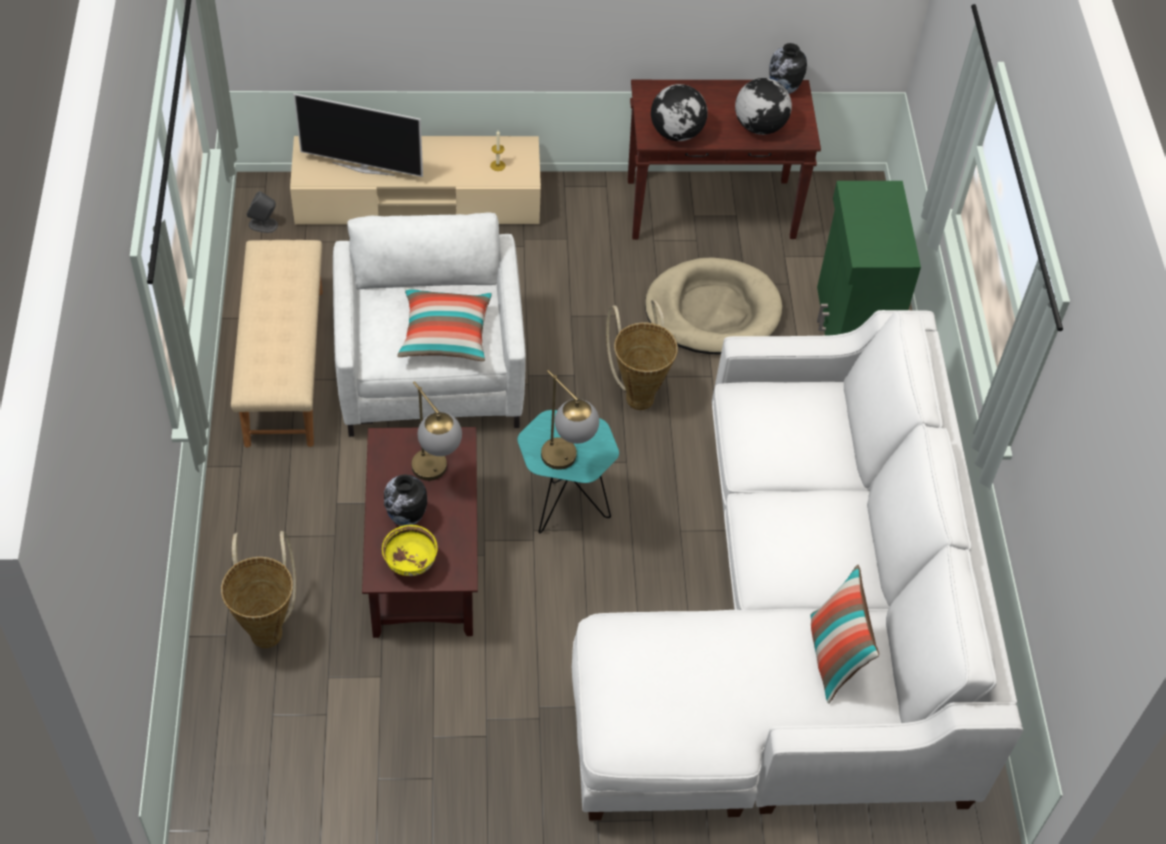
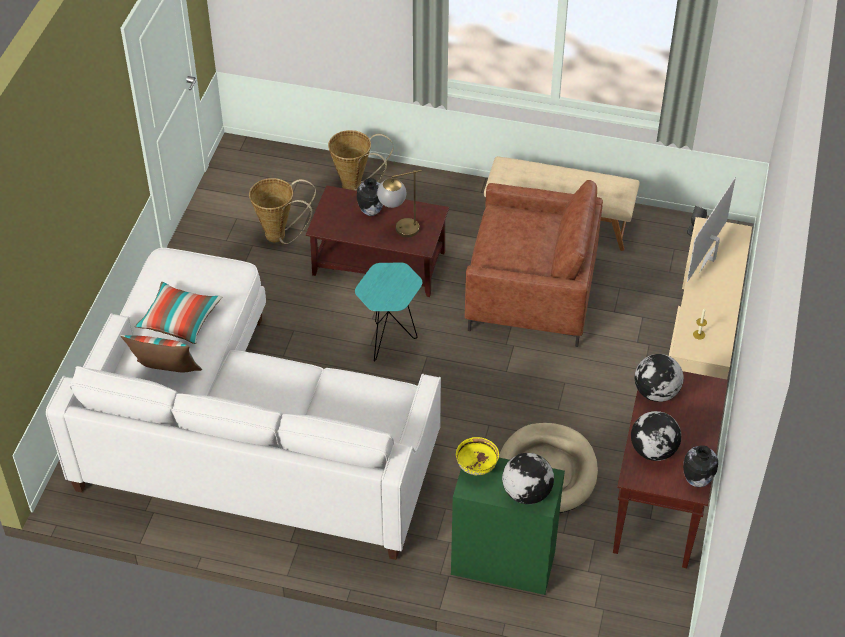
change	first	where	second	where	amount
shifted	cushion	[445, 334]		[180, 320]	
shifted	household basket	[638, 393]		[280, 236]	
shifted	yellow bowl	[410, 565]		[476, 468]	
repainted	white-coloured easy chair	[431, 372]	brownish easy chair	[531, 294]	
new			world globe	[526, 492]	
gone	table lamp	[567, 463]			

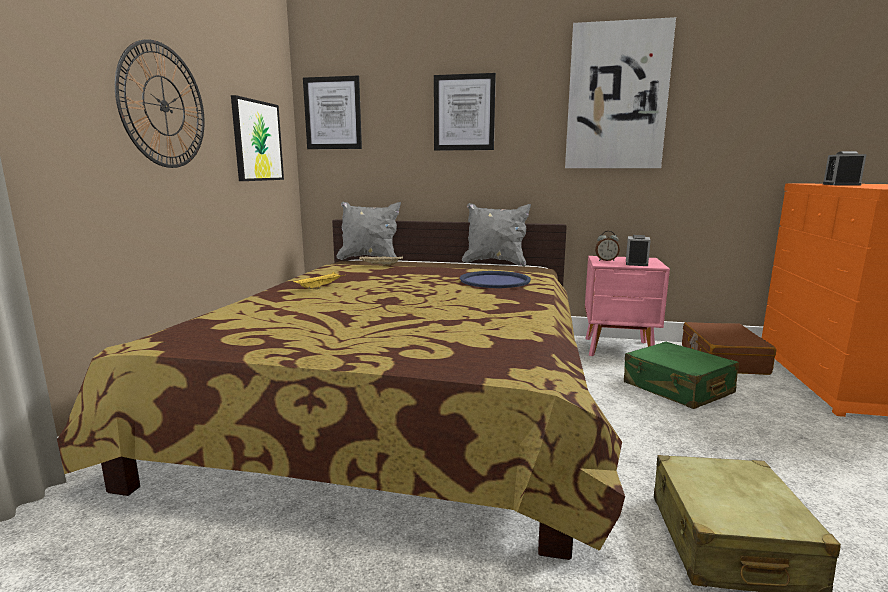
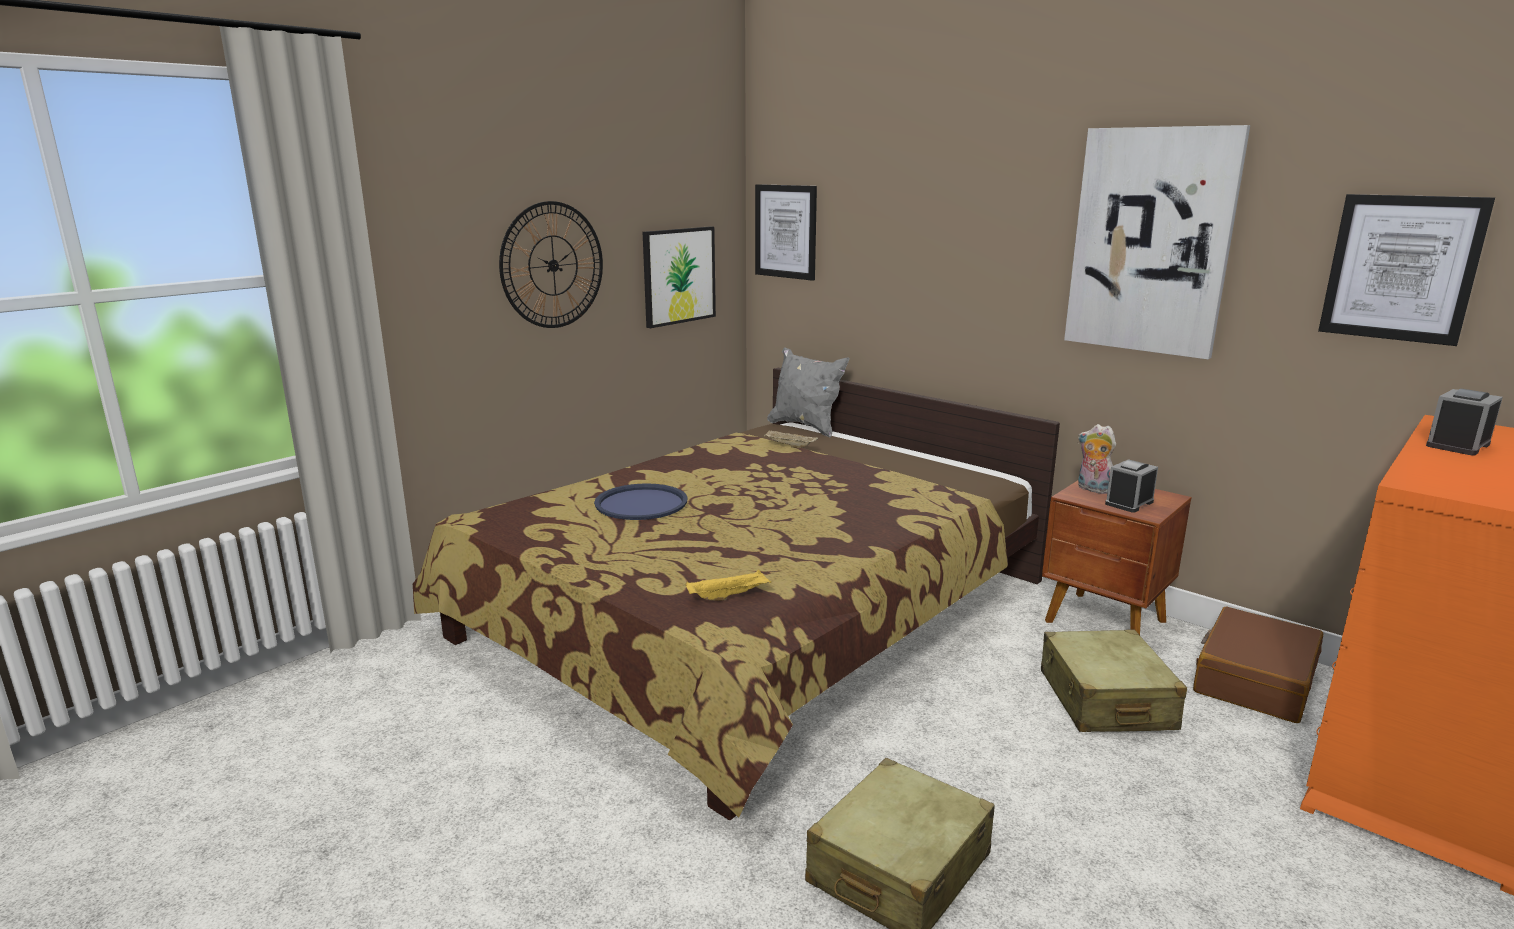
change	first	where	second	where	amount
shifted	blue-coloured tray	[494, 281]		[641, 503]	
shifted	yellow tray	[320, 287]		[729, 596]	
repainted	green-coloured travel case	[677, 388]	beige-coloured travel case	[1105, 700]	
repainted	pink night table	[619, 349]	brownish night table	[1106, 622]	
swapped	bedside clock	[606, 260]	soft toy	[1092, 489]	
shifted	picture	[464, 113]		[1401, 268]	
gone	greyish cushion	[495, 262]			

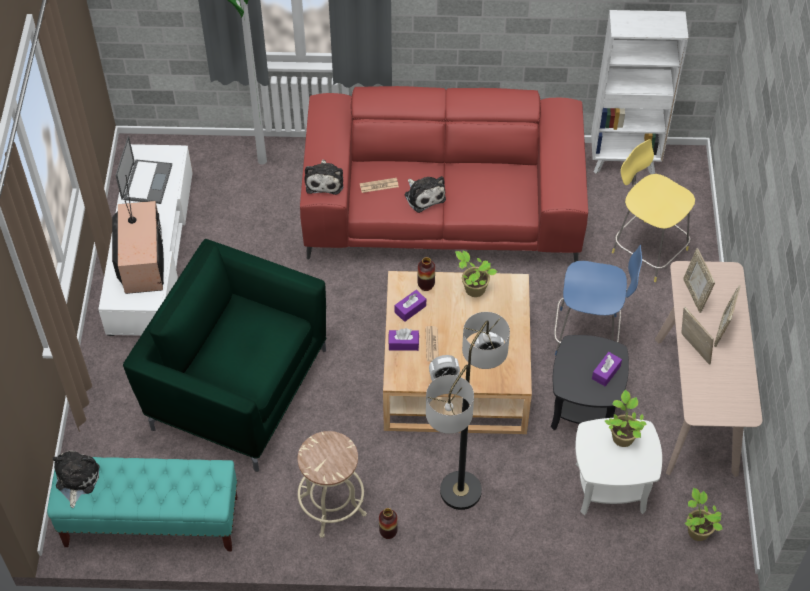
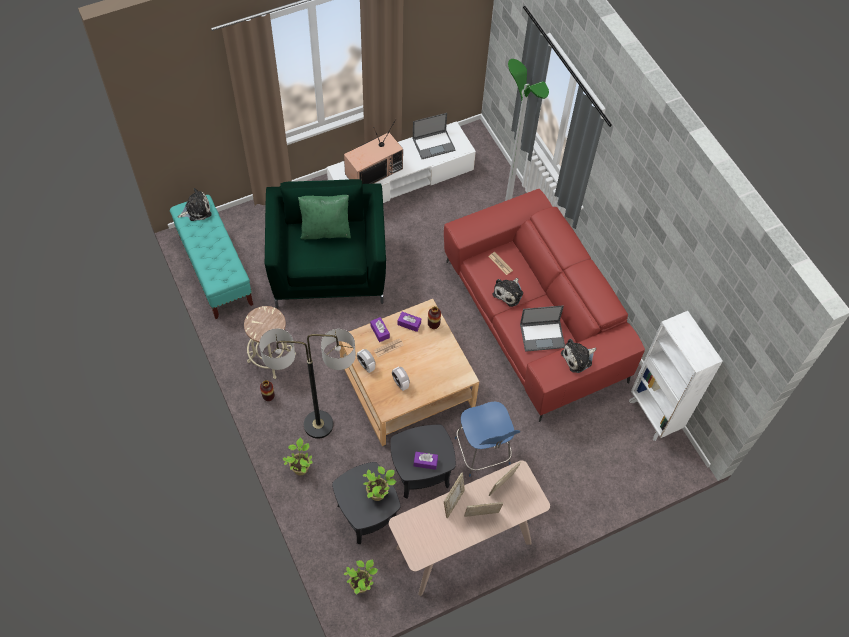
change	first	where	second	where	amount
shifted	houseplant	[473, 289]		[300, 467]	
new			green-coloured cushion	[325, 230]	
repainted	white-coloured end table	[610, 487]	black-coloured end table	[367, 514]	
new			laptop	[543, 335]	
shifted	soft toy	[324, 181]		[578, 358]	
gone	yellow stool	[647, 249]			

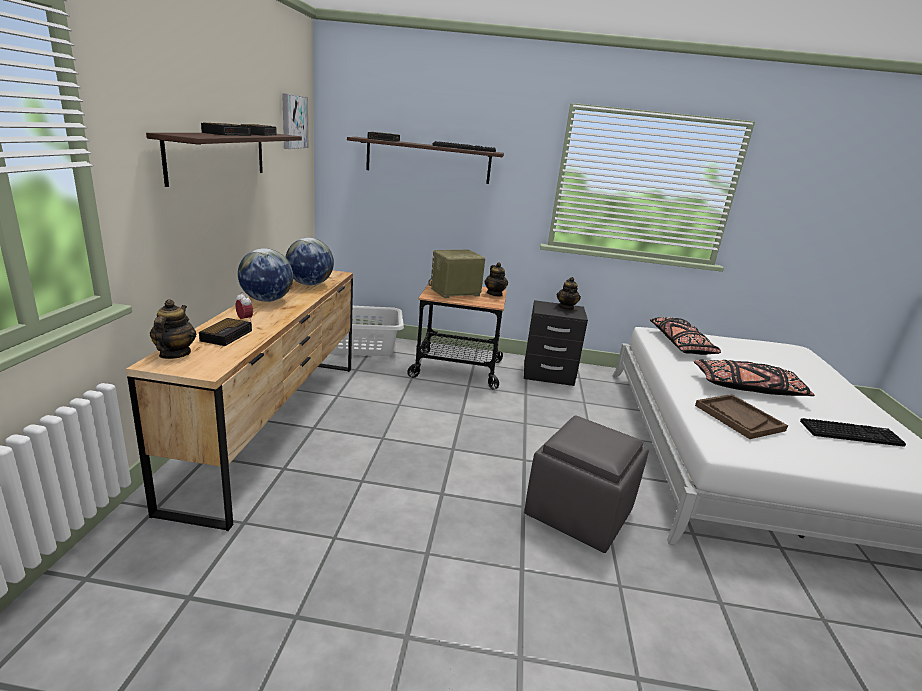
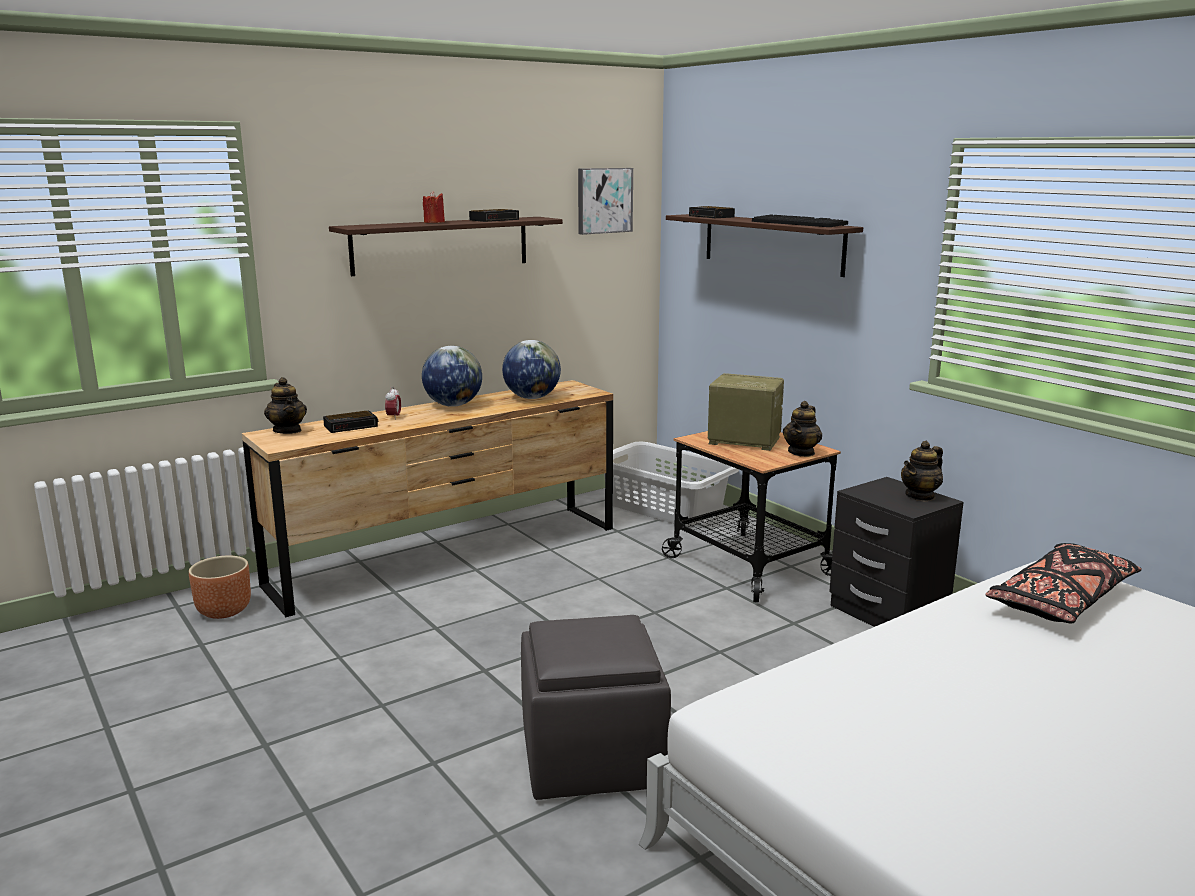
change	first	where	second	where	amount
new			brownish planter	[224, 611]	
rotated	teapot	[174, 354]		[288, 430]	105 degrees clockwise
swapped	bedside clock	[227, 134]	red-coloured wax light	[434, 222]	
gone	black-coloured cushion	[747, 388]			
gone	brownish tray	[738, 418]			
gone	keyboard	[850, 433]			

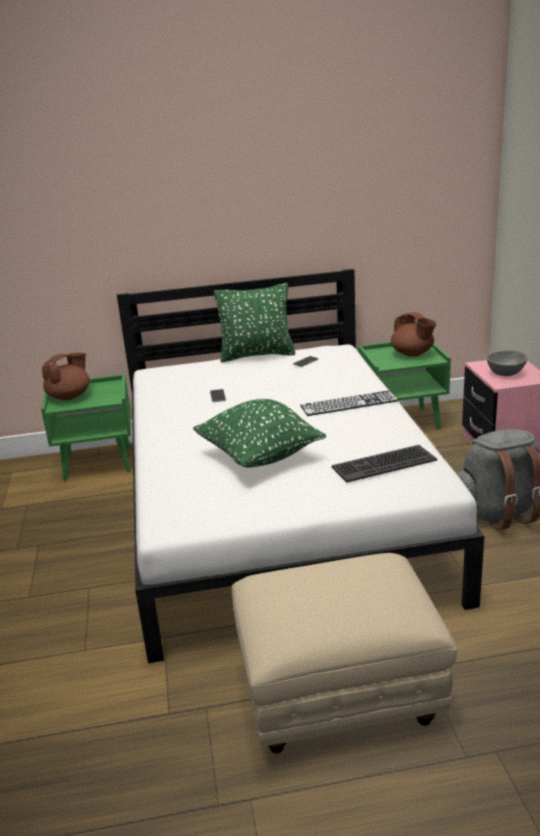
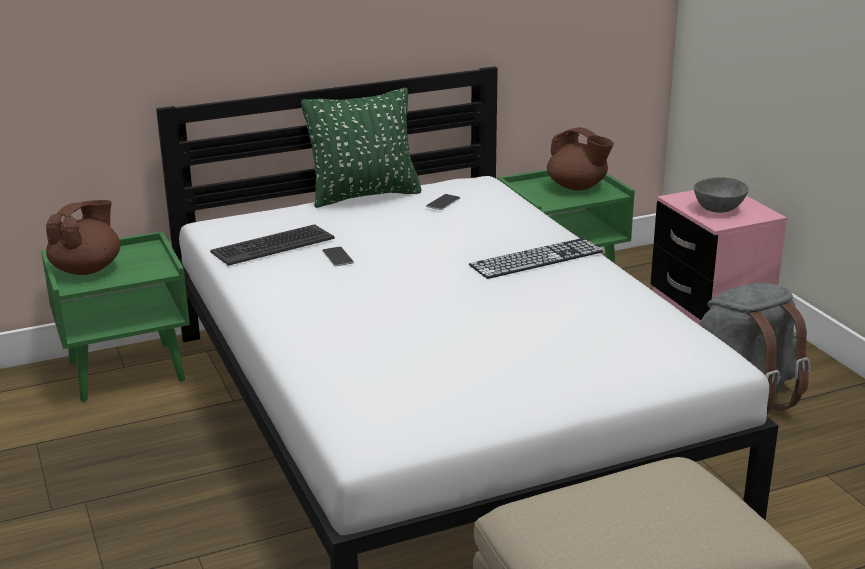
change	first	where	second	where	amount
shifted	keyboard	[383, 464]		[272, 245]	
gone	green-coloured cushion	[260, 456]			

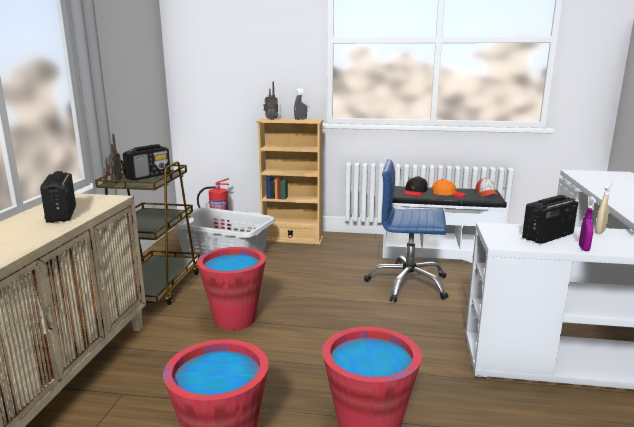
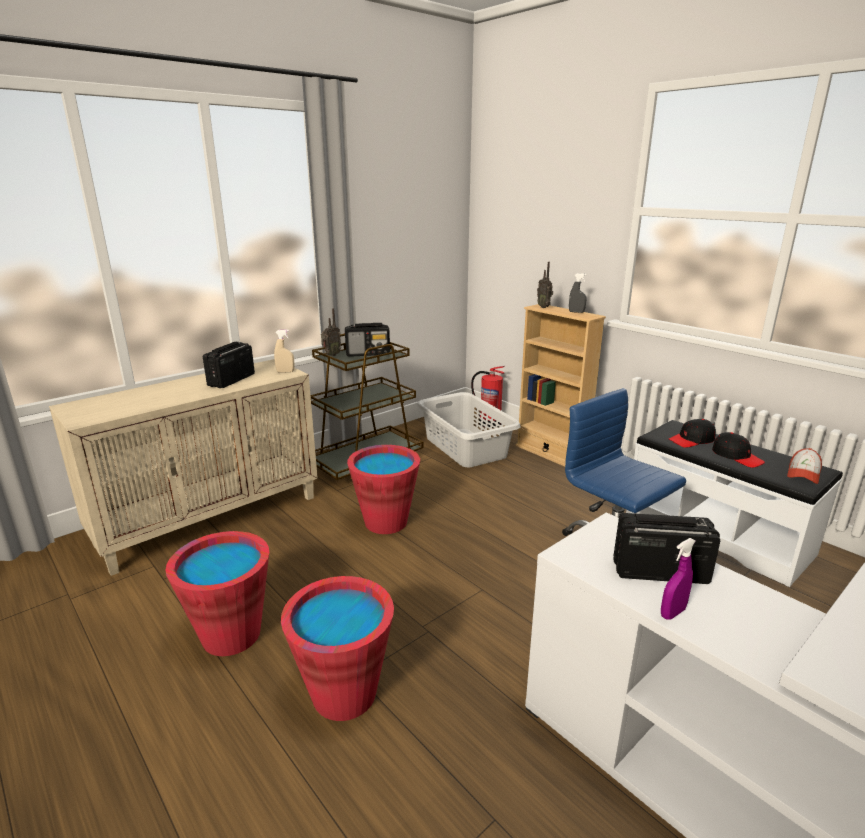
change	first	where	second	where	amount
shifted	beige-coloured spray bottle	[600, 231]		[285, 372]	
repainted	orangey cap	[447, 194]	black-coloured cap	[736, 456]	

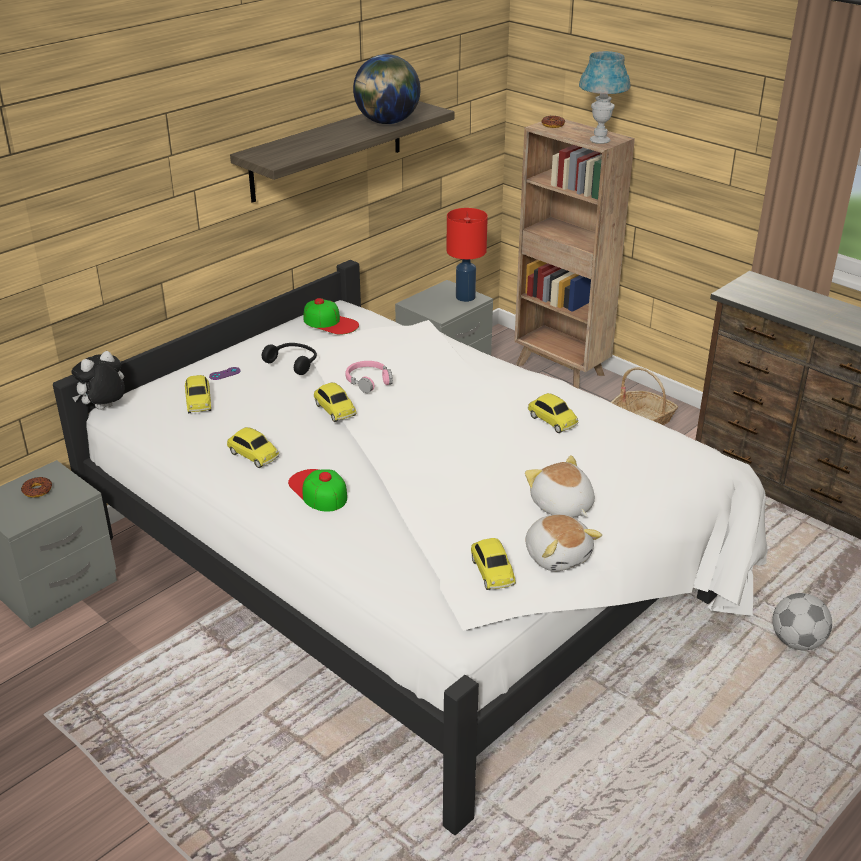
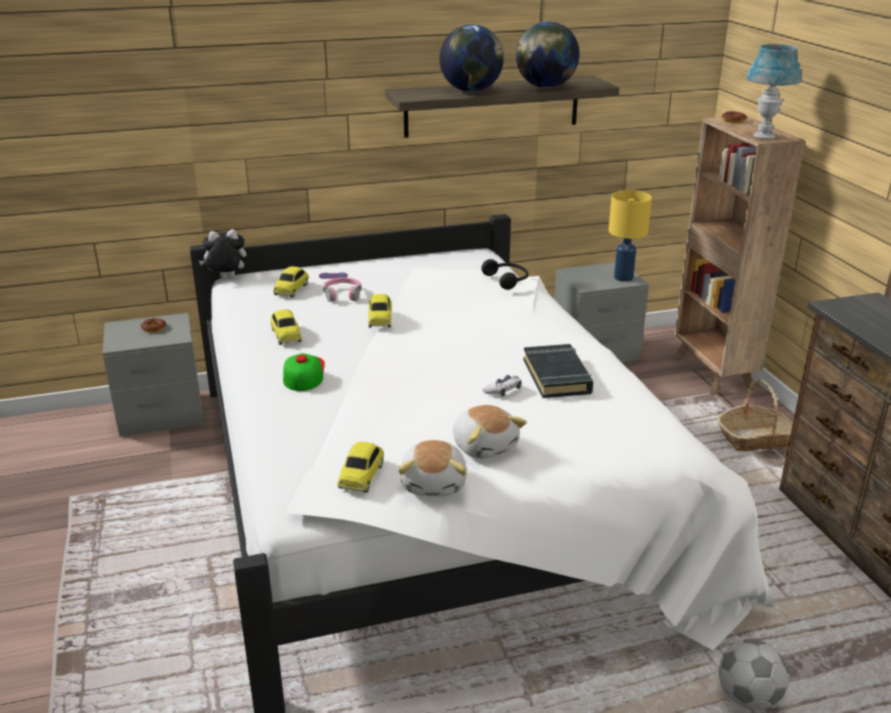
change	first	where	second	where	amount
shifted	pink headset	[368, 381]		[342, 294]	
new			world globe	[471, 91]	
rotated	soft toy	[561, 506]		[485, 446]	150 degrees clockwise
shifted	black-coloured headset	[293, 363]		[507, 280]	
new			joypad	[503, 390]	
swapped	model car	[552, 420]	black-coloured book	[557, 376]	
repainted	red-coloured table lamp	[466, 297]	yellow table lamp	[623, 278]	
gone	cap	[330, 322]			

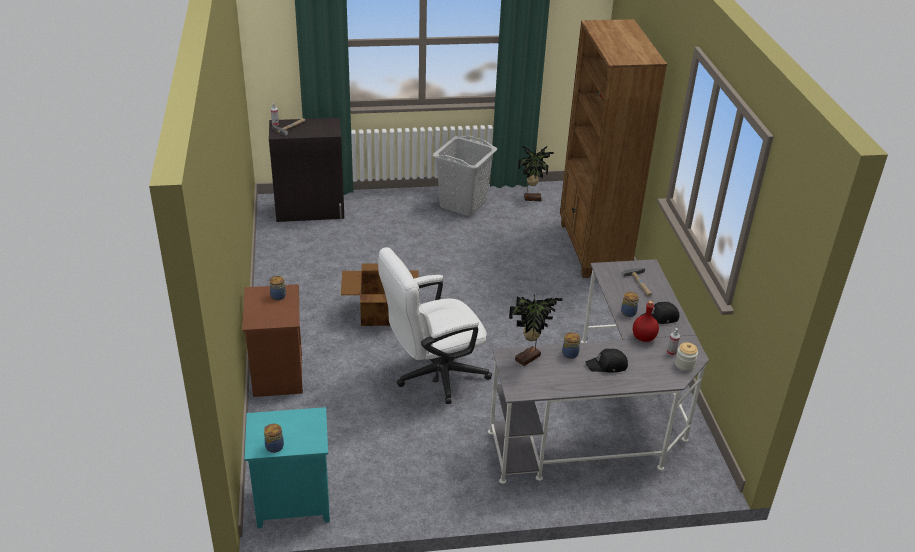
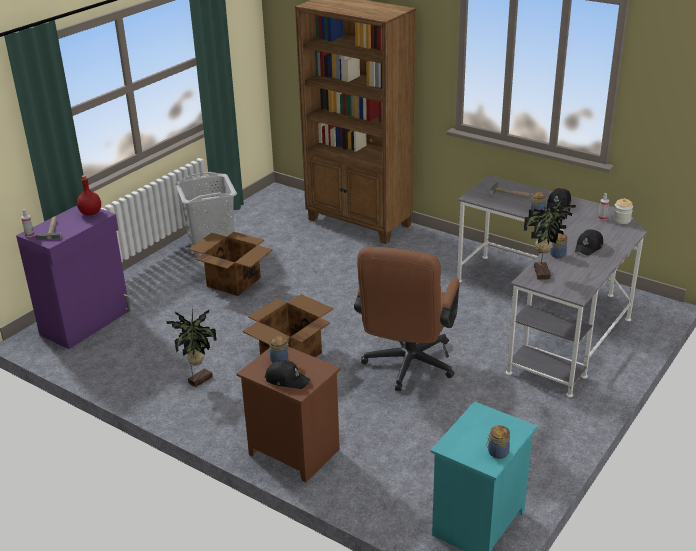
change	first	where	second	where	amount
repainted	black-coloured cupboard	[310, 211]	purple cupboard	[87, 322]	
shifted	red-coloured drink bottle	[643, 337]		[90, 213]	
shifted	houseplant	[532, 198]		[199, 379]	
new			packing box	[233, 281]	
new			black-coloured cap	[287, 379]	
repainted	white-coloured desk chair	[433, 375]	brownish desk chair	[407, 367]	

